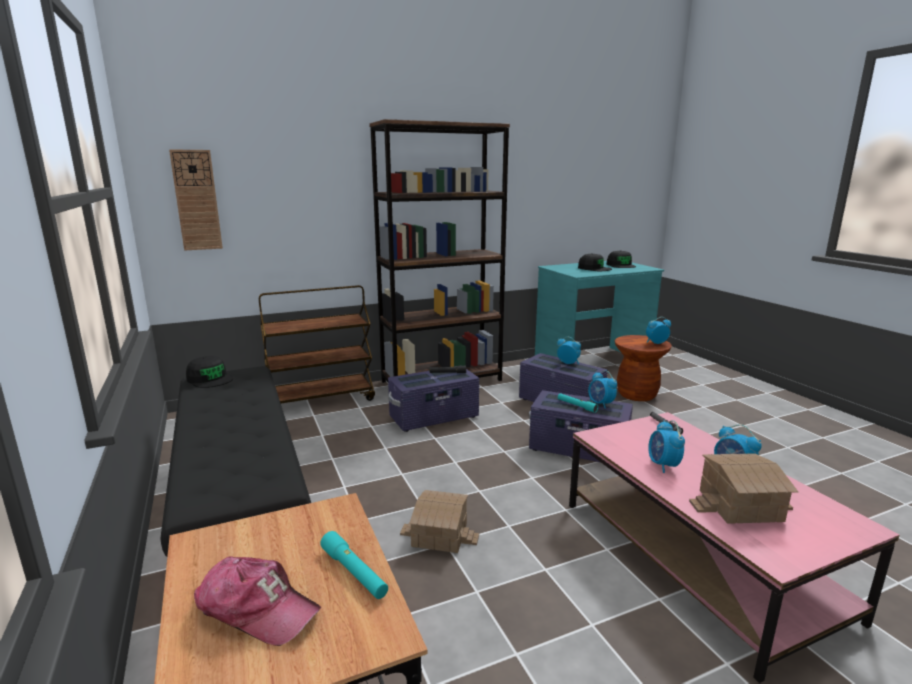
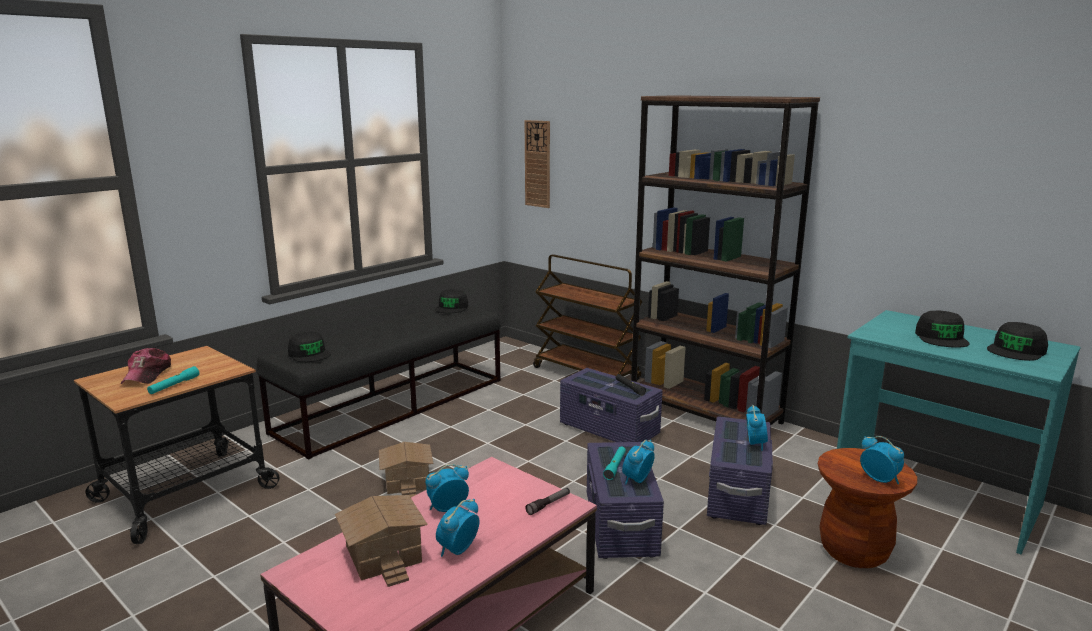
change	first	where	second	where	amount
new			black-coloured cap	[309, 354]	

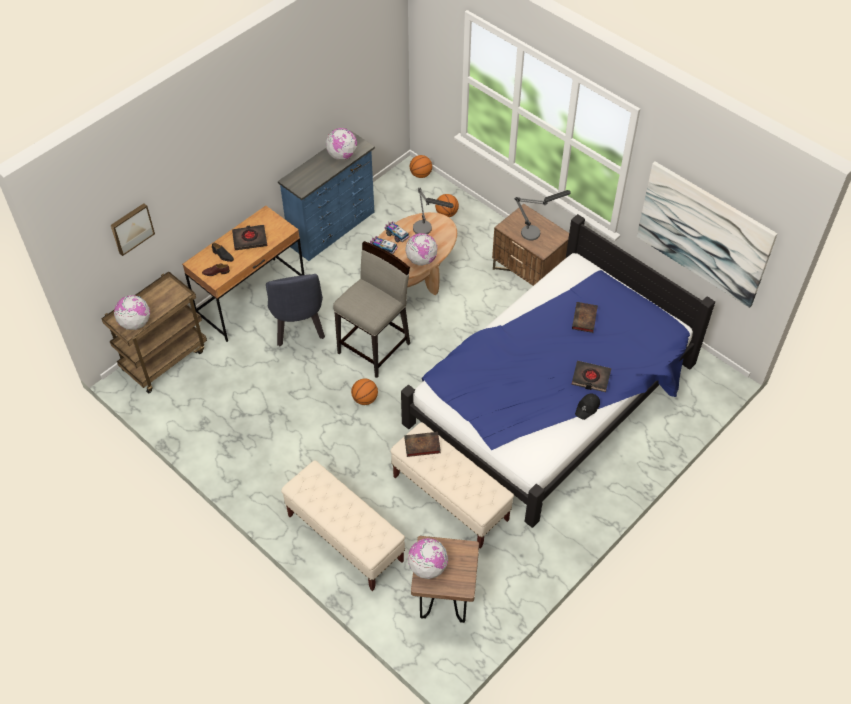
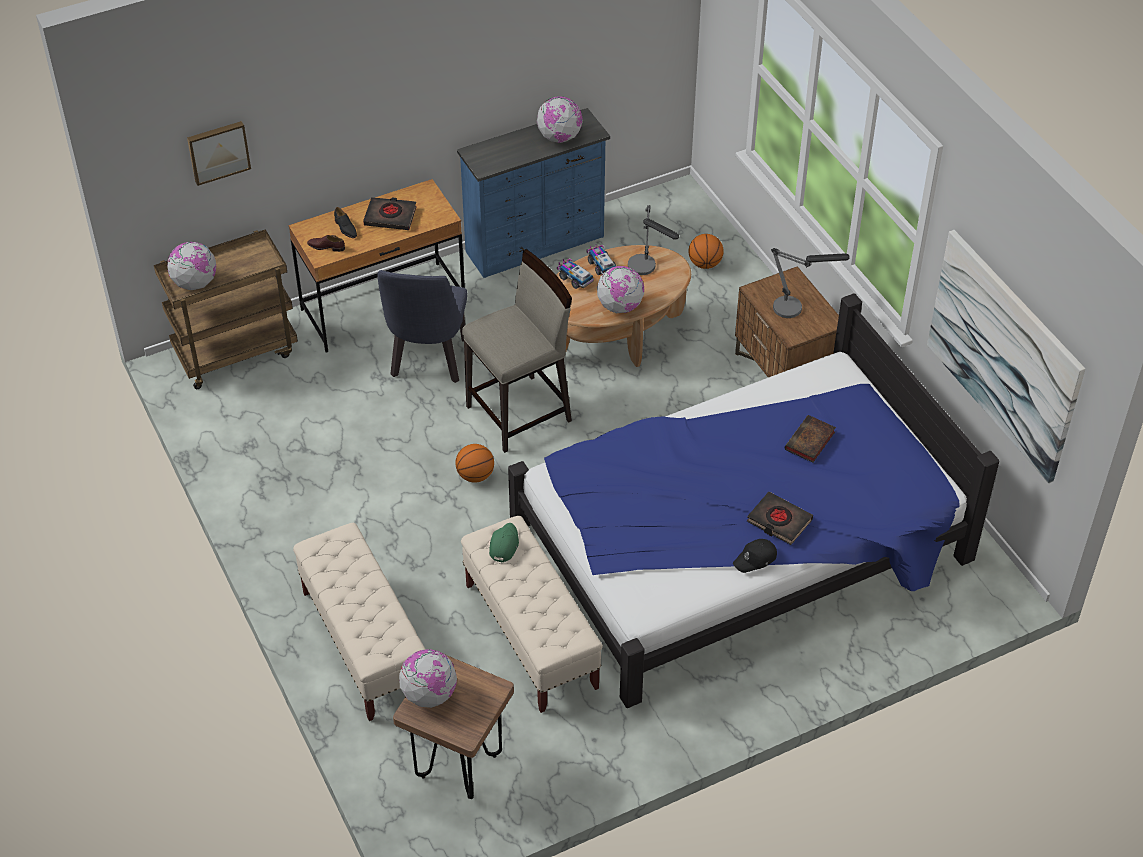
change	first	where	second	where	amount
swapped	book	[421, 446]	green-coloured cap	[503, 545]	
gone	ball for basketball	[420, 174]			

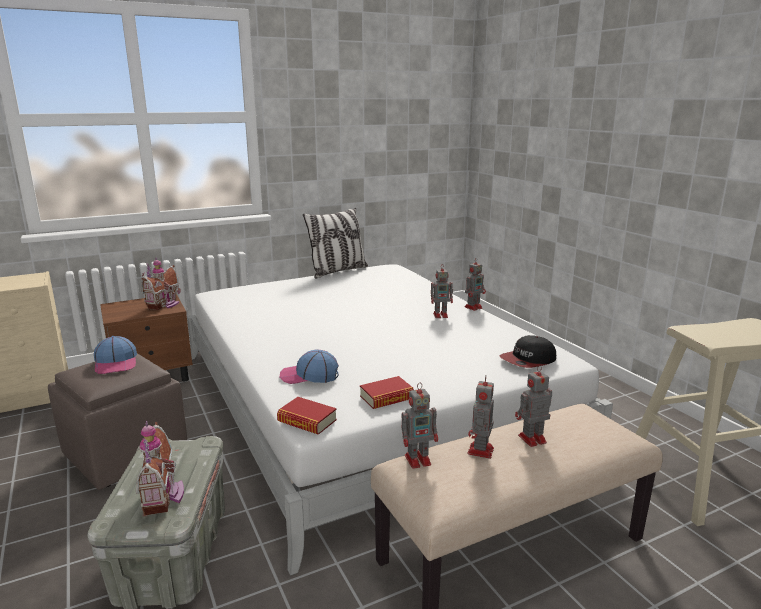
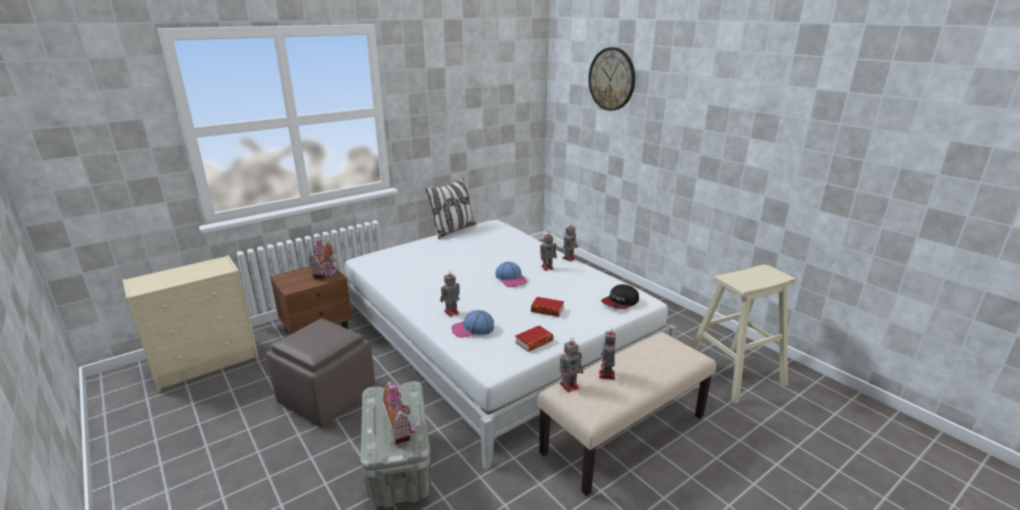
change	first	where	second	where	amount
shifted	robot figure	[531, 439]		[450, 312]	
shifted	cap	[116, 363]		[511, 279]	
shifted	book	[307, 421]		[547, 310]	
new			hanging clock	[612, 79]	

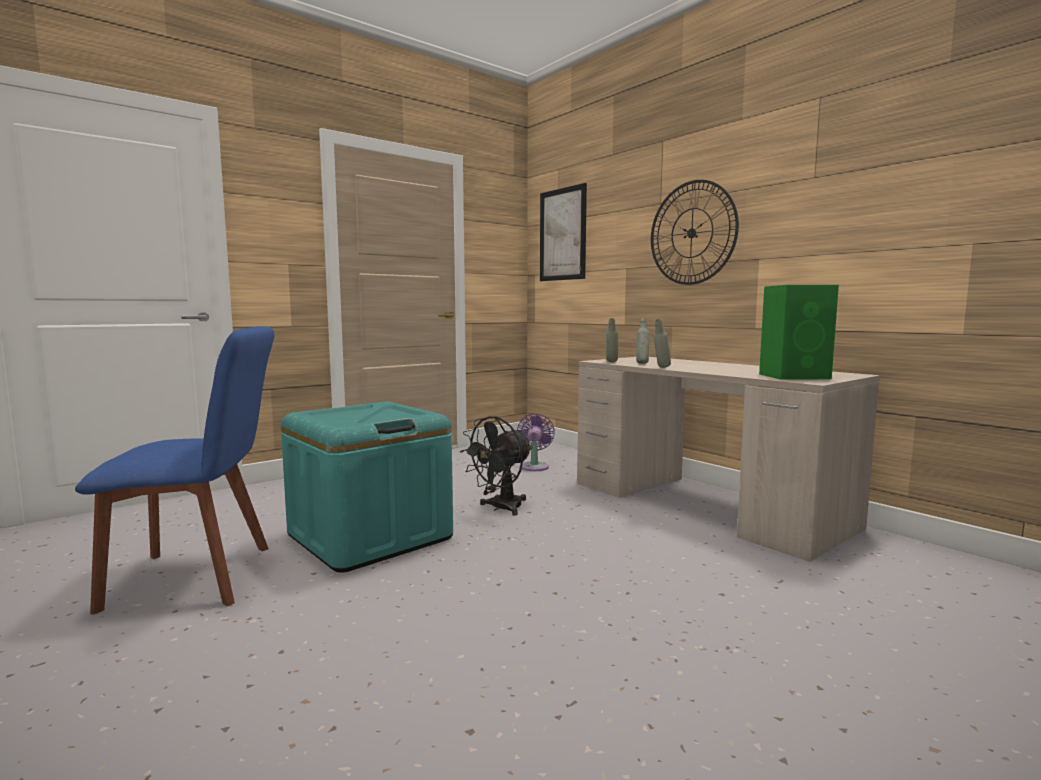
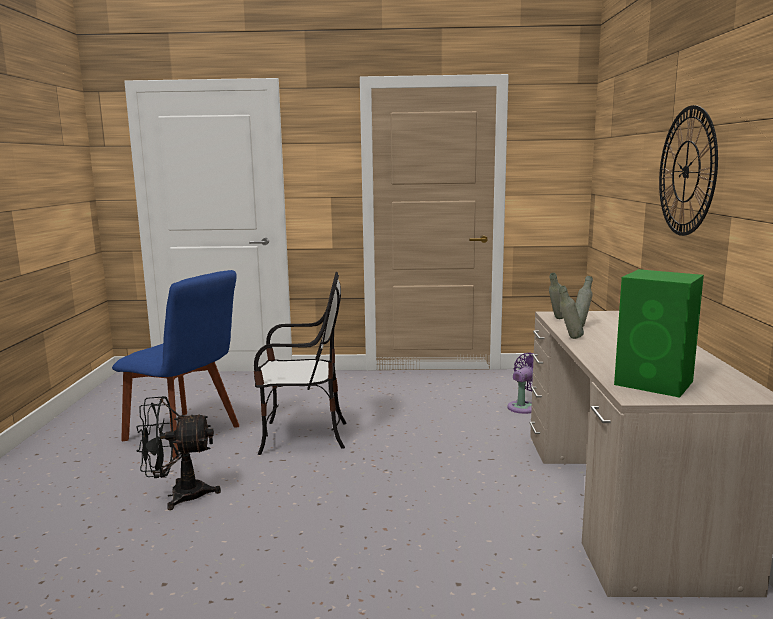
change	first	where	second	where	amount
shifted	black-coloured fan	[500, 508]		[178, 495]	
swapped	blue-green storage box	[370, 537]	plain chair	[302, 437]	
gone	picture	[562, 234]			

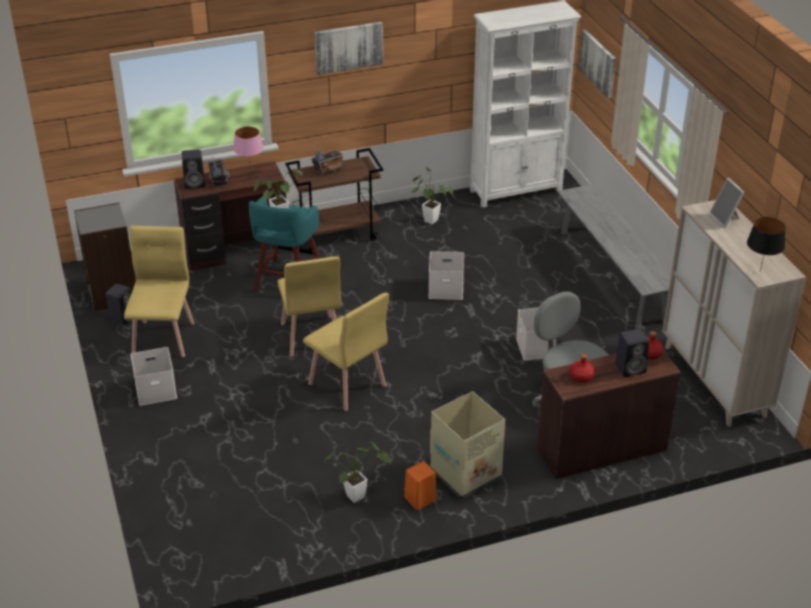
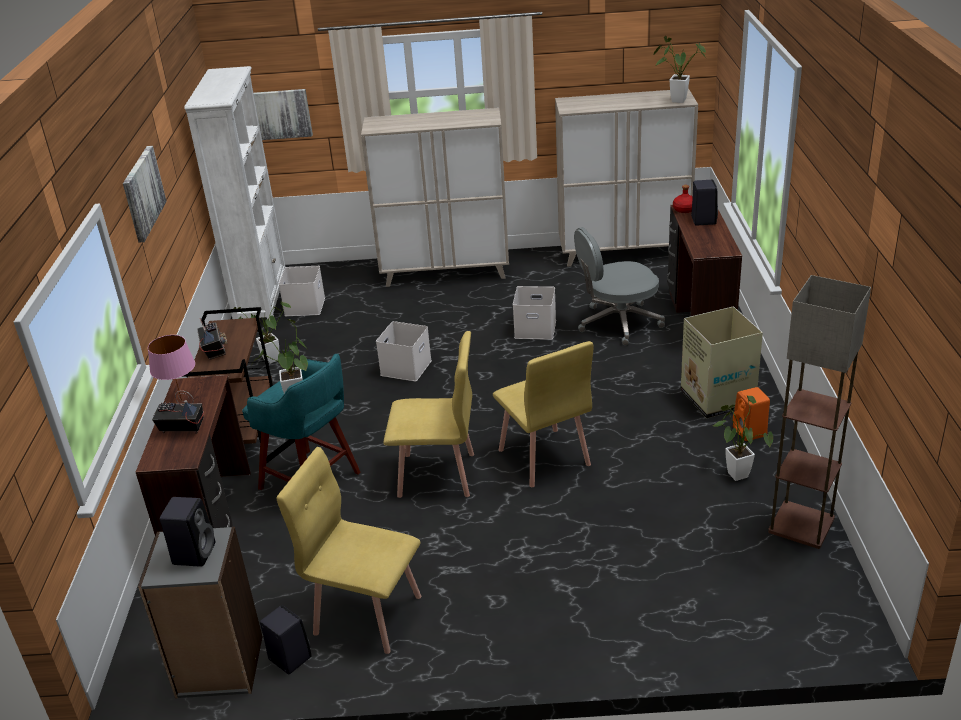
change	first	where	second	where	amount
shifted	black-coloured speaker	[195, 183]		[194, 553]	
shifted	white-coloured storage box	[155, 391]		[305, 307]	
swapped	greyish bench	[612, 275]	beige-coloured cupboard	[446, 273]	
rotated	yellow plain chair	[347, 385]		[544, 458]	90 degrees clockwise
swapped	black-coloured table lamp	[760, 271]	houseplant	[675, 100]	
new			standing lamp	[802, 525]	
gone	red-coloured drink bottle	[581, 376]			
gone	picture frame	[725, 219]			

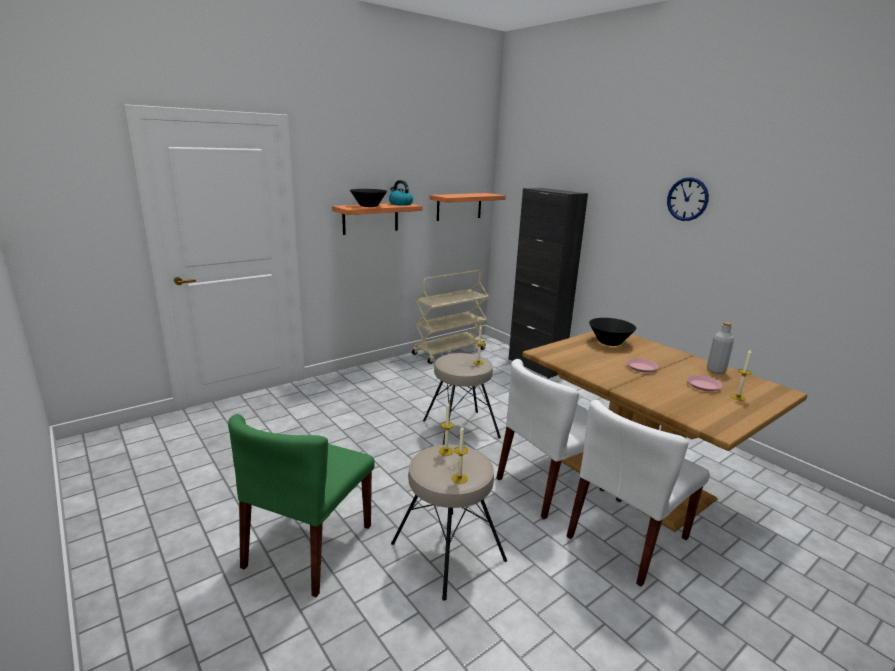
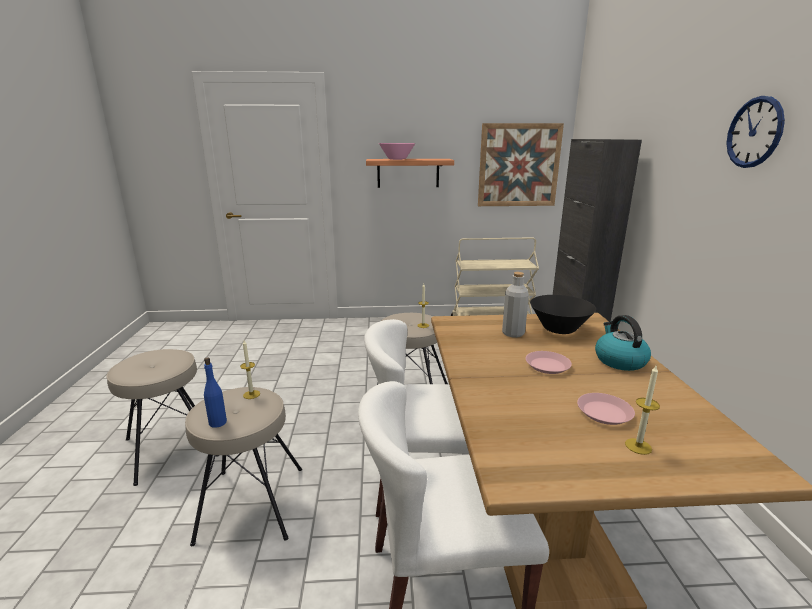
change	first	where	second	where	amount
swapped	green-coloured plain chair	[309, 546]	beige-coloured stool	[170, 448]	
swapped	wax light	[459, 478]	blue-coloured drink bottle	[217, 422]	
repainted	black-coloured bowl	[368, 206]	pink bowl	[397, 159]	
swapped	bracket shelf	[459, 206]	picture	[519, 165]	
shifted	greyish drink bottle	[716, 370]		[513, 333]	
shifted	tea kettle	[400, 204]		[619, 360]	

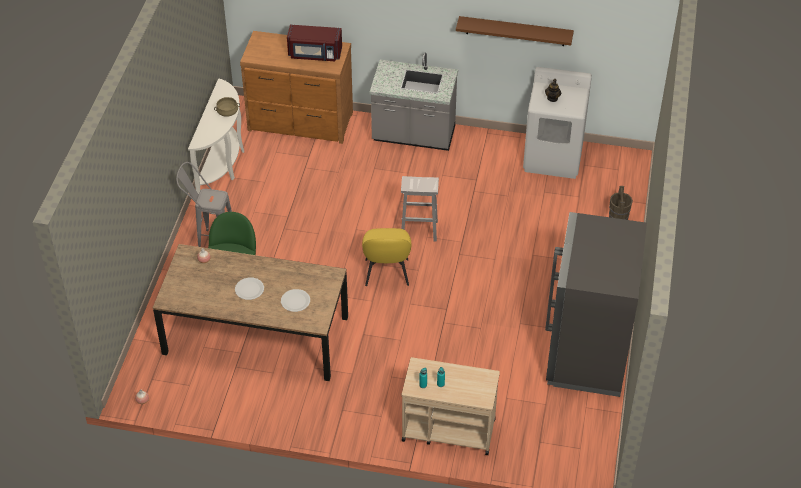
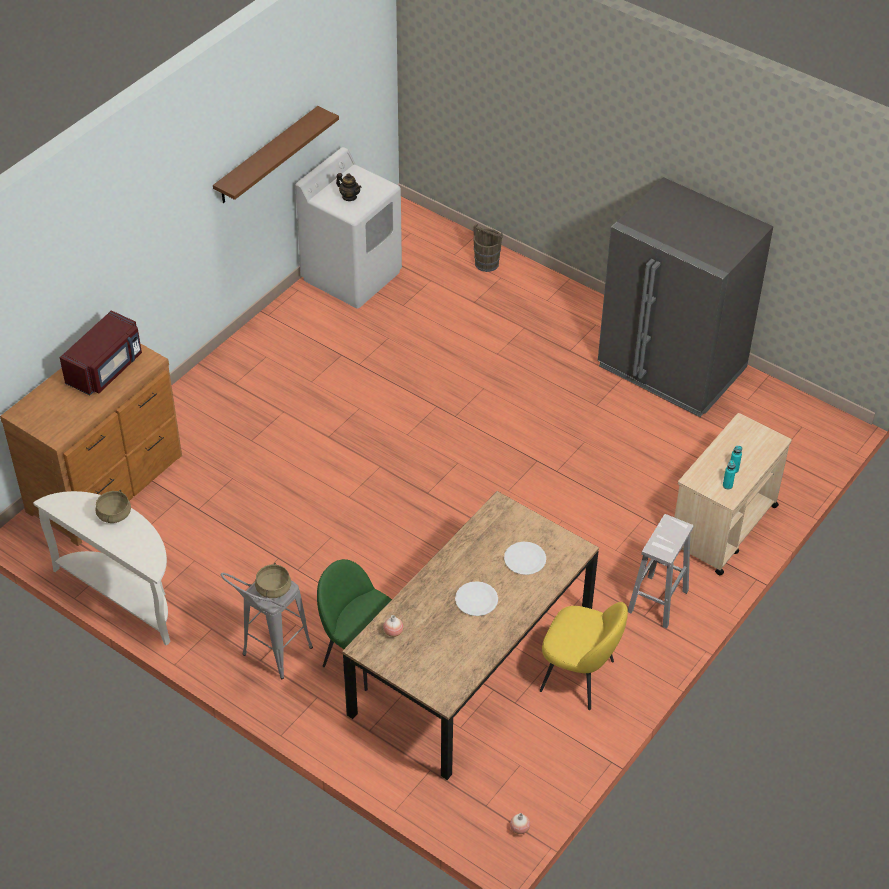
change	first	where	second	where	amount
new			beige-coloured cooking pot	[273, 588]	
shifted	yellow plain chair	[386, 274]		[579, 676]	
shifted	white-coloured stool	[420, 230]		[658, 600]	
gone	greyish kitchen base unit	[413, 136]			

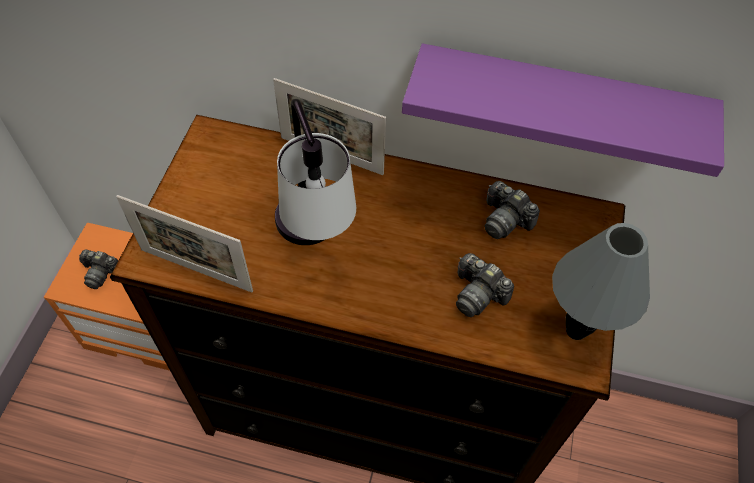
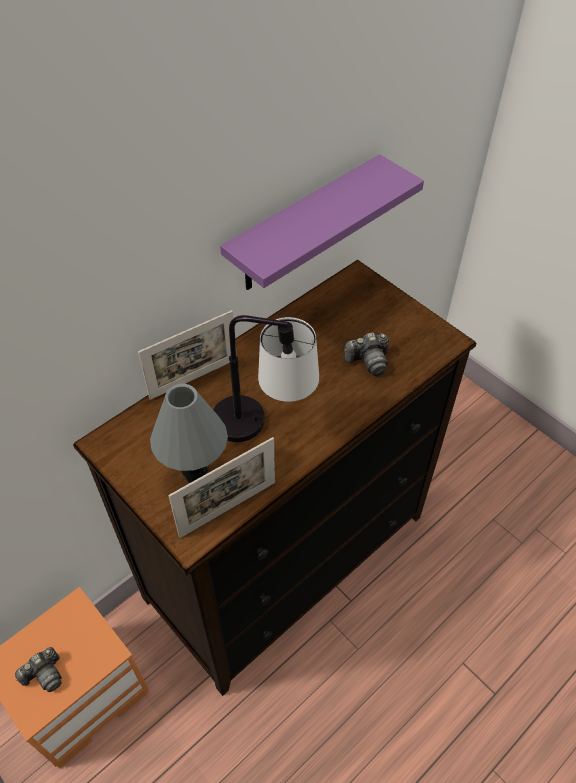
change	first	where	second	where	amount
shifted	greyish table lamp	[576, 330]		[196, 478]	
gone	still camera	[505, 220]			

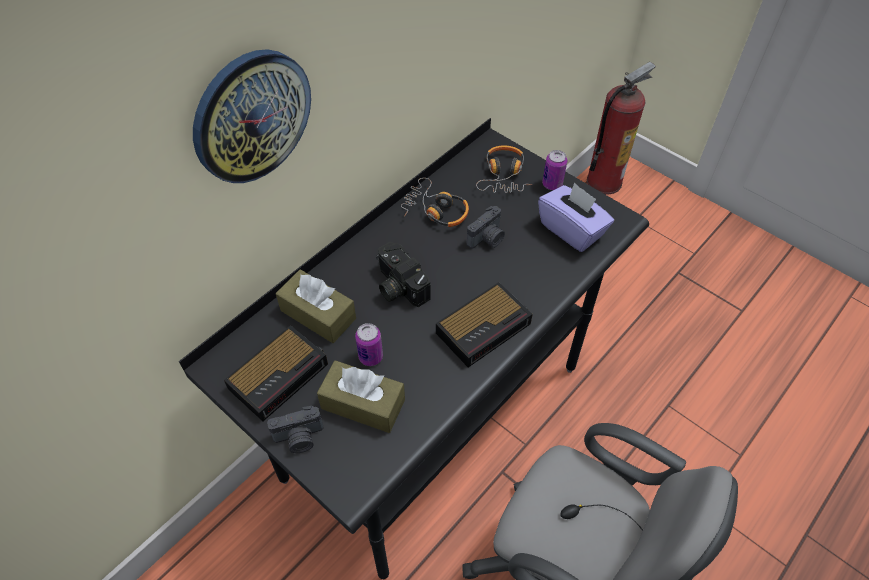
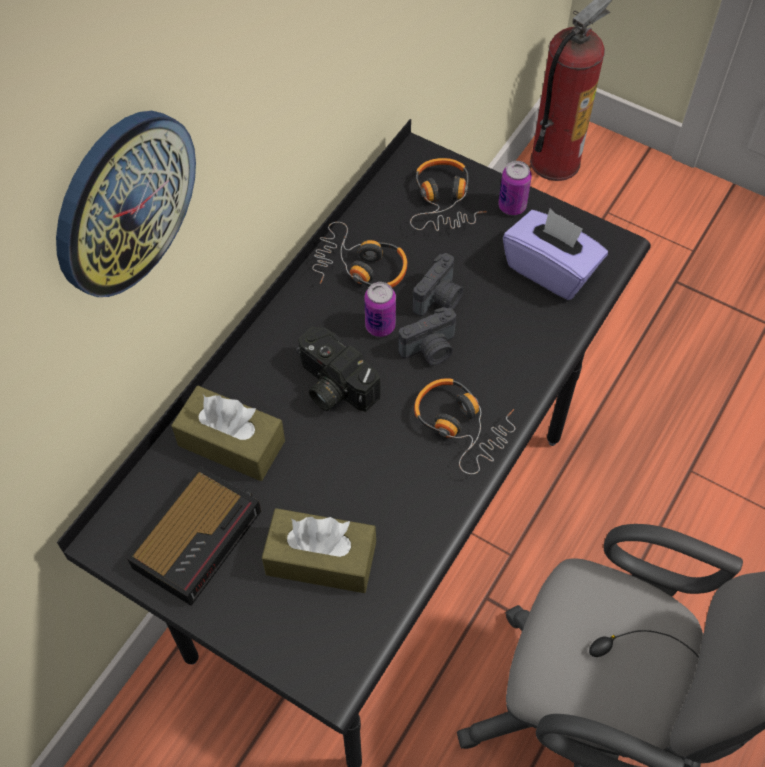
change	first	where	second	where	amount
shifted	can	[370, 357]		[380, 326]	
shifted	still camera	[299, 438]		[430, 350]	
swapped	bedside clock	[485, 327]	headset	[461, 426]	

